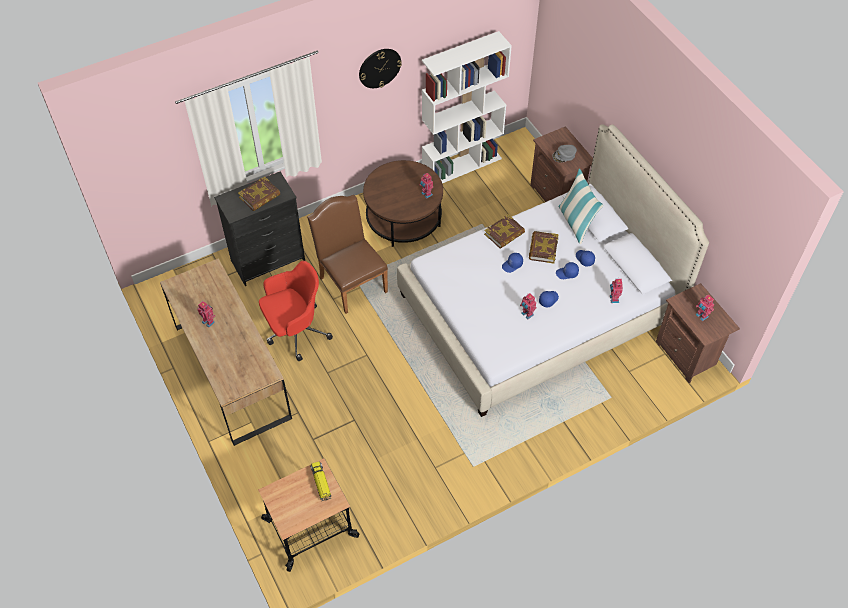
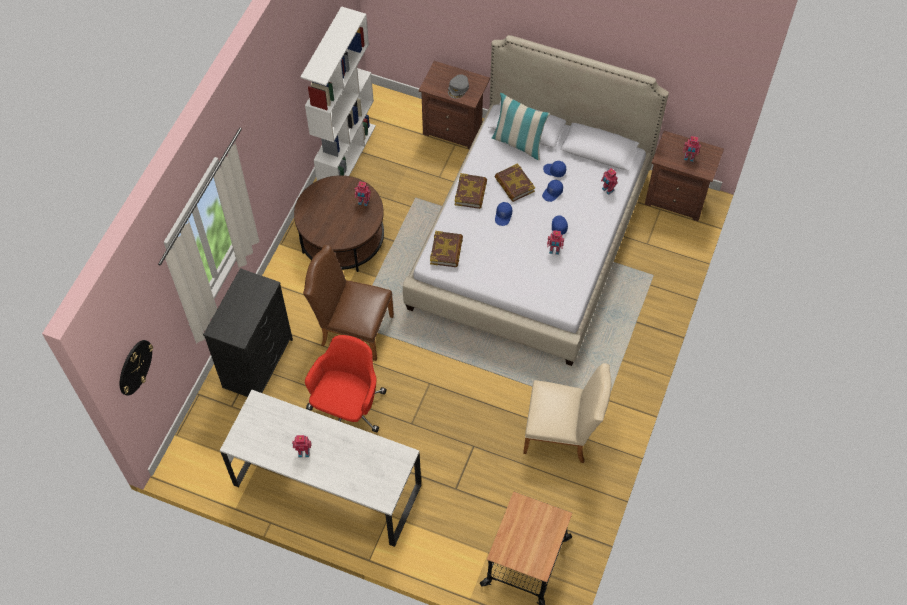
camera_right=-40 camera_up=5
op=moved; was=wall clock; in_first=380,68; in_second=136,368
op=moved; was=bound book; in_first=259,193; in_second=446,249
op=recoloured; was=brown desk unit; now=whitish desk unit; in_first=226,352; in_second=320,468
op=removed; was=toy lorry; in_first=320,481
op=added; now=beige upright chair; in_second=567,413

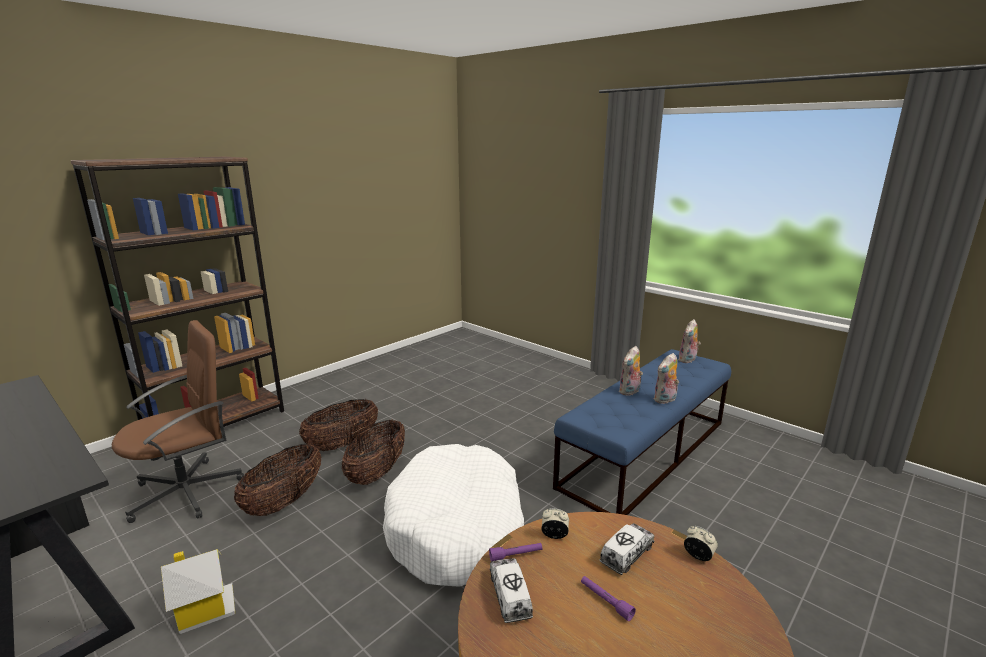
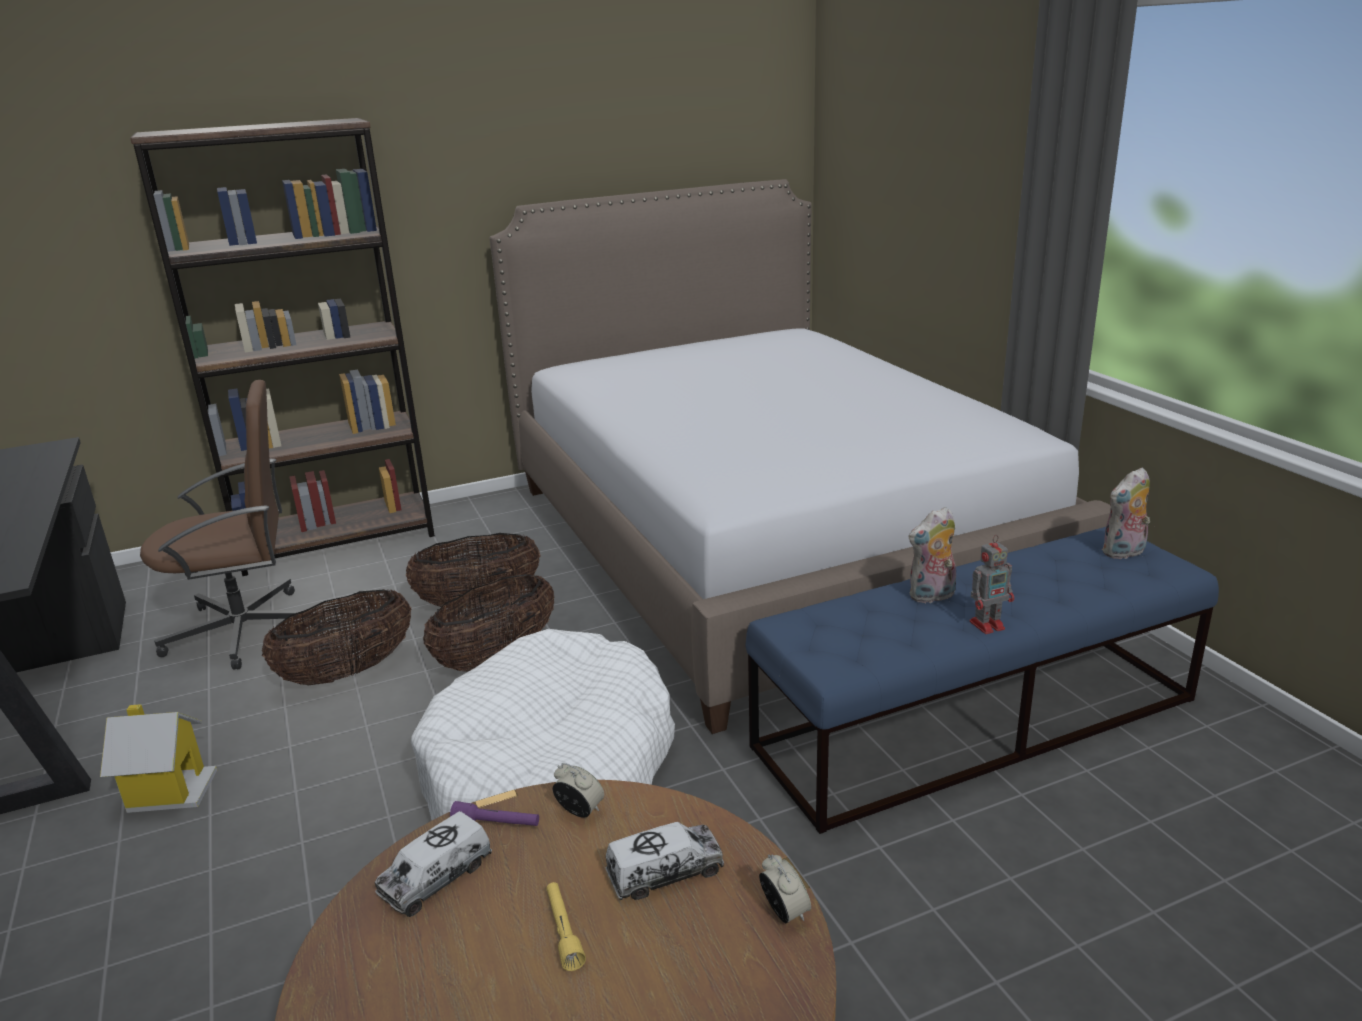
camera_right=25 camera_up=5
op=replaced; was=plush toy; now=model robot; in_first=666,378; in_second=991,584
op=turned; was=toy lorry; in_first=511,590; in_second=433,864; clockwise=-150
op=recoloured; was=purple-coloured hand torch; now=yellowish hand torch; in_first=608,598; in_second=566,926
op=added; now=sleeping bed; in_second=800,456

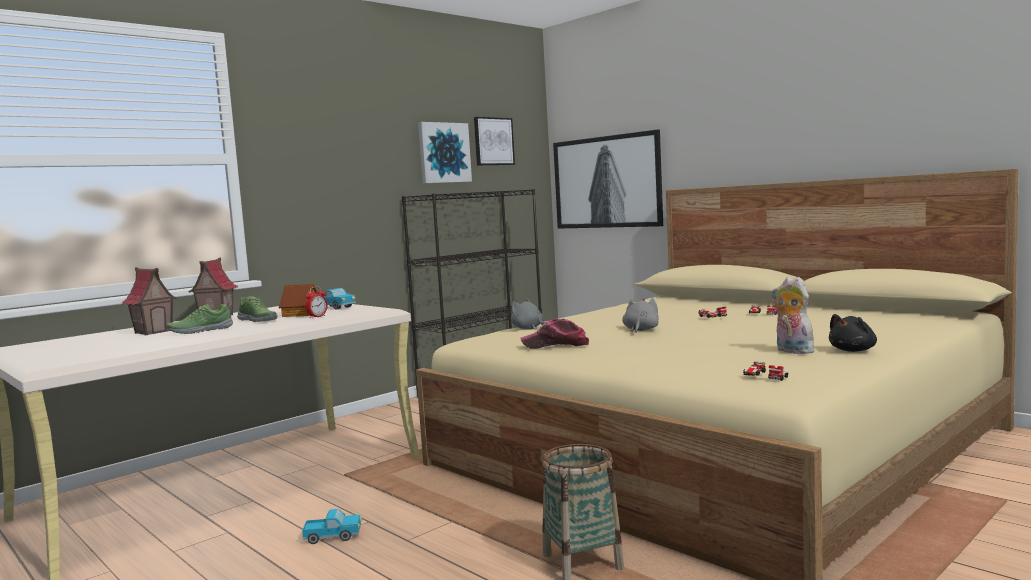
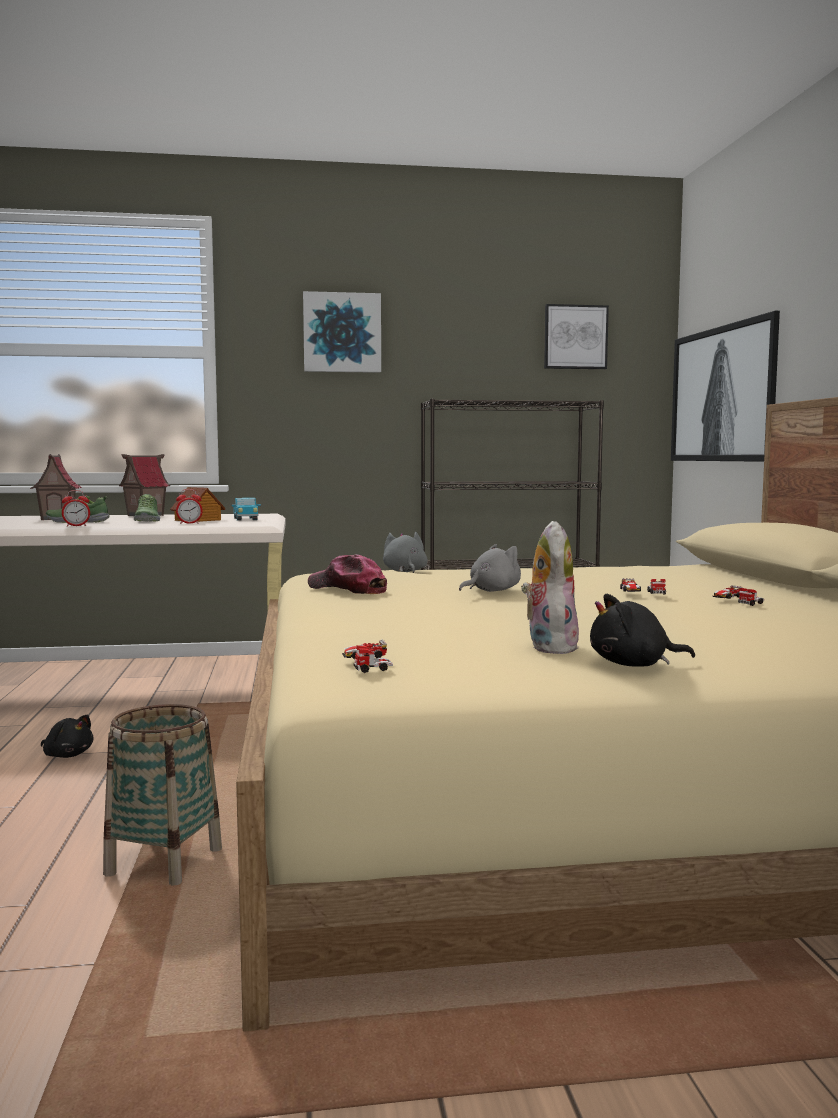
camera_right=35 camera_up=0
op=moved; was=wall art; in_first=445,152; in_second=342,332
op=replaced; was=toy lorry; now=blackish plush toy; in_first=332,526; in_second=67,736
op=added; now=alarm clock; in_second=76,508

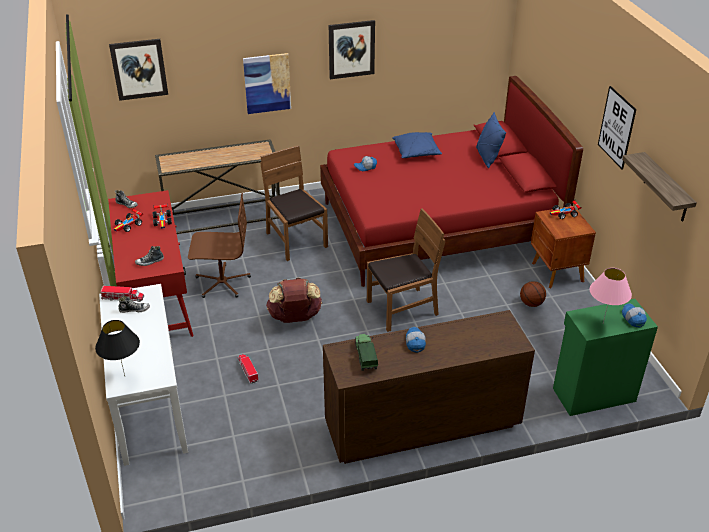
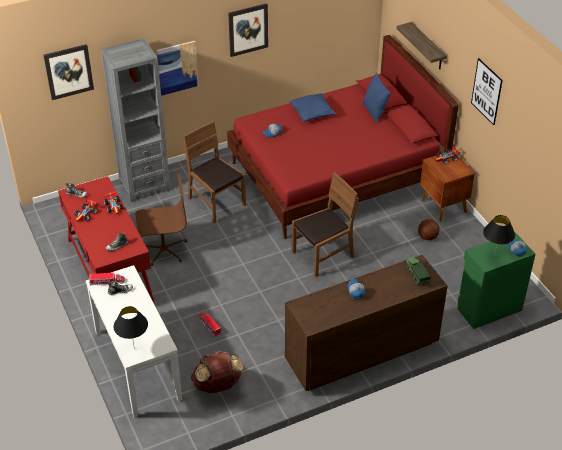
camera_right=-10 camera_up=5
op=replaced; was=console table; now=grey bookcase; in_first=217,186; in_second=135,120
op=moved; was=shelf; in_first=659,187; in_second=422,45
op=recoloured; was=pink-coloured lamp for a table; now=blackish lamp for a table; in_first=611,295; in_second=499,236
op=moved; was=brown knapsack; in_first=294,300; in_second=217,372
op=moved; was=toy lorry; in_first=366,352; in_second=418,271

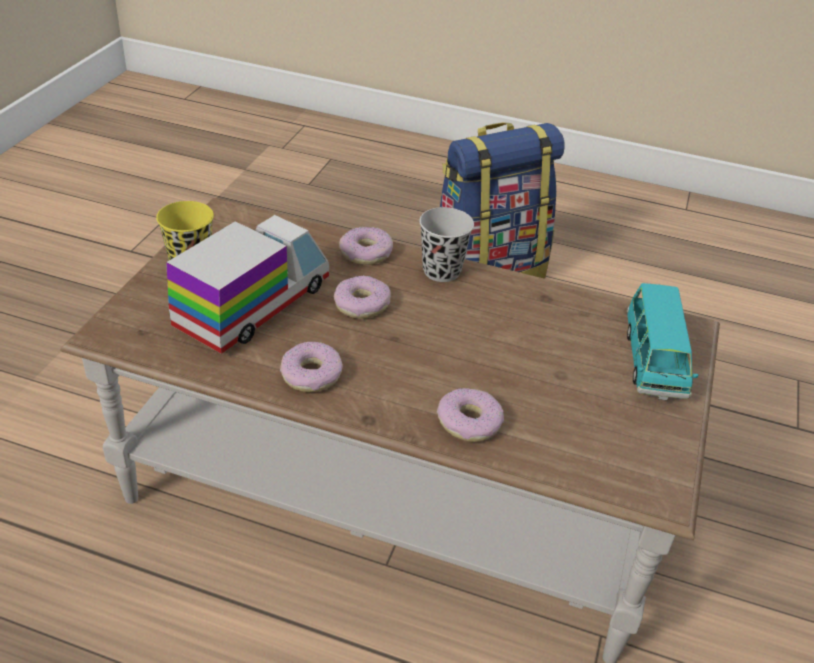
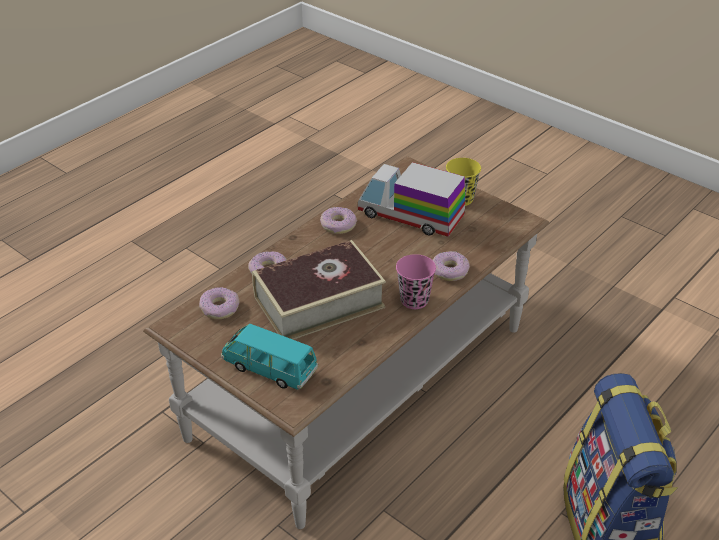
camera_right=115 camera_up=0
op=recoloured; was=blackish cup; now=pink-coloured cup; in_first=446,244; in_second=416,281
op=turned; was=toy lorry; in_first=247,284; in_second=411,199; clockwise=150
op=moved; was=ring doughnut; in_first=362,297; in_second=219,303
op=added; now=bound book; in_second=319,290

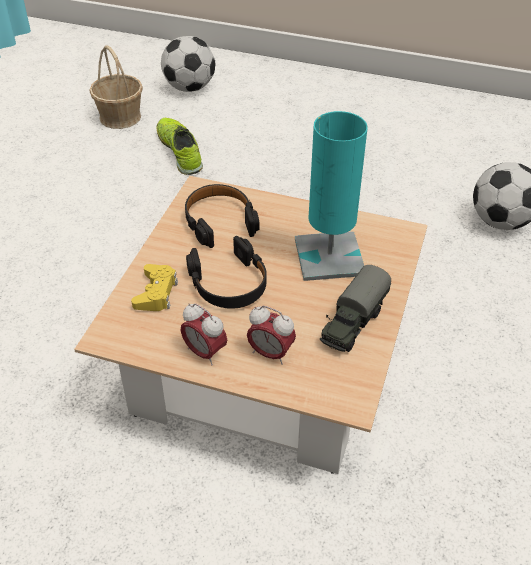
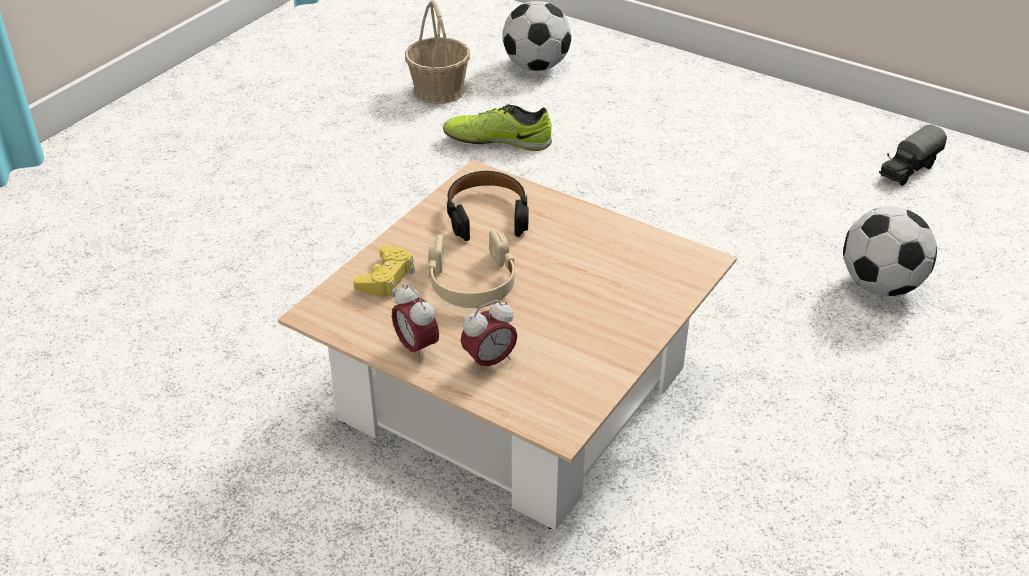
camera_right=15 camera_up=-5
op=removed; was=turquoise lamp for a table; in_first=331,196
op=turned; was=item of footwear; in_first=180,146; in_second=497,127; clockwise=-75
op=recoloured; was=blackish pair of headphones; now=beige pair of headphones; in_first=226,272; in_second=471,268
op=moved; was=toy lorry; in_first=355,308; in_second=913,155
op=turned; was=alarm clock; in_first=271,335; in_second=489,337; clockwise=-75

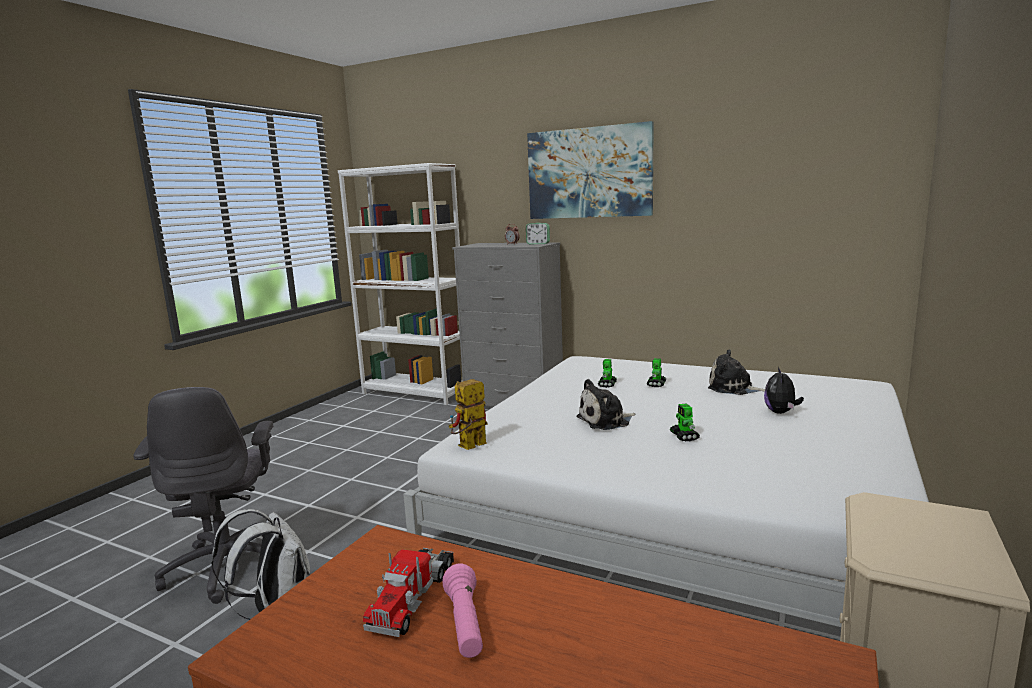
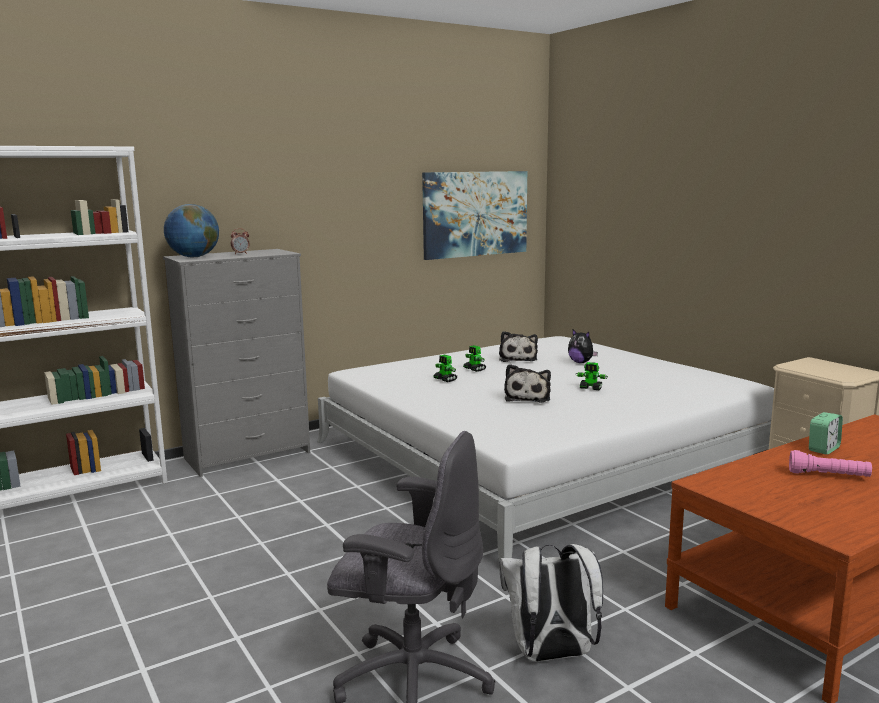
camera_right=-60 camera_up=0
op=moved; was=wall art; in_first=590,170; in_second=474,215
op=moved; was=alarm clock; in_first=538,233; in_second=826,433
op=turned; was=plush toy; in_first=736,372; in_second=518,346; clockwise=-60
op=removed; was=model robot; in_first=468,414
op=removed; was=toy lorry; in_first=408,592
op=added; now=world globe; in_second=191,230

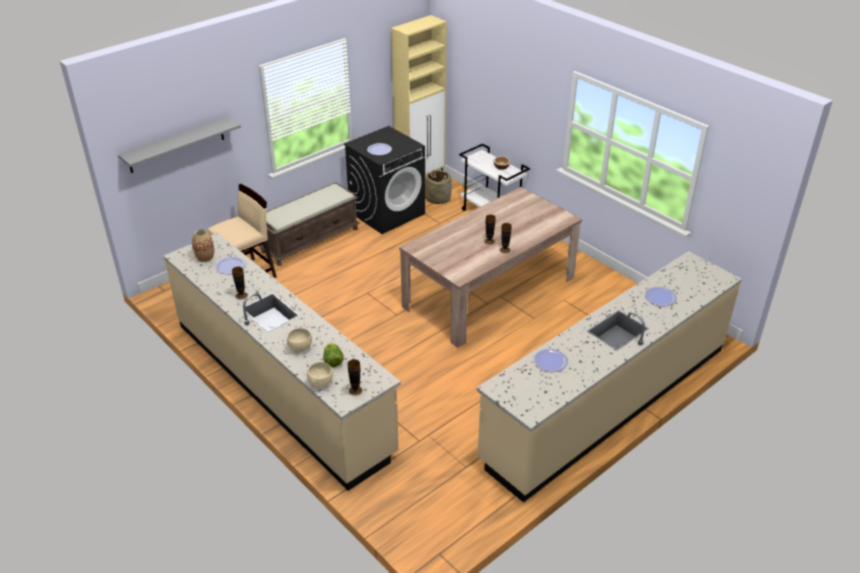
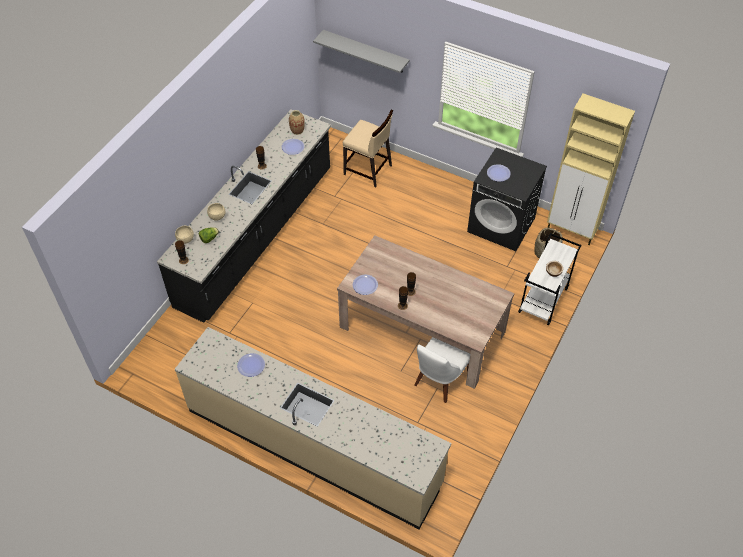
camera_right=70 camera_up=15
op=removed; was=brown bench; in_first=309,224
op=recoloured; was=beige kitchen counter; now=blackish kitchen counter; in_first=282,362; in_second=244,216
op=moved; was=flat dish; in_first=661,296; in_second=365,285
op=added; now=whitish upright chair; in_second=442,370

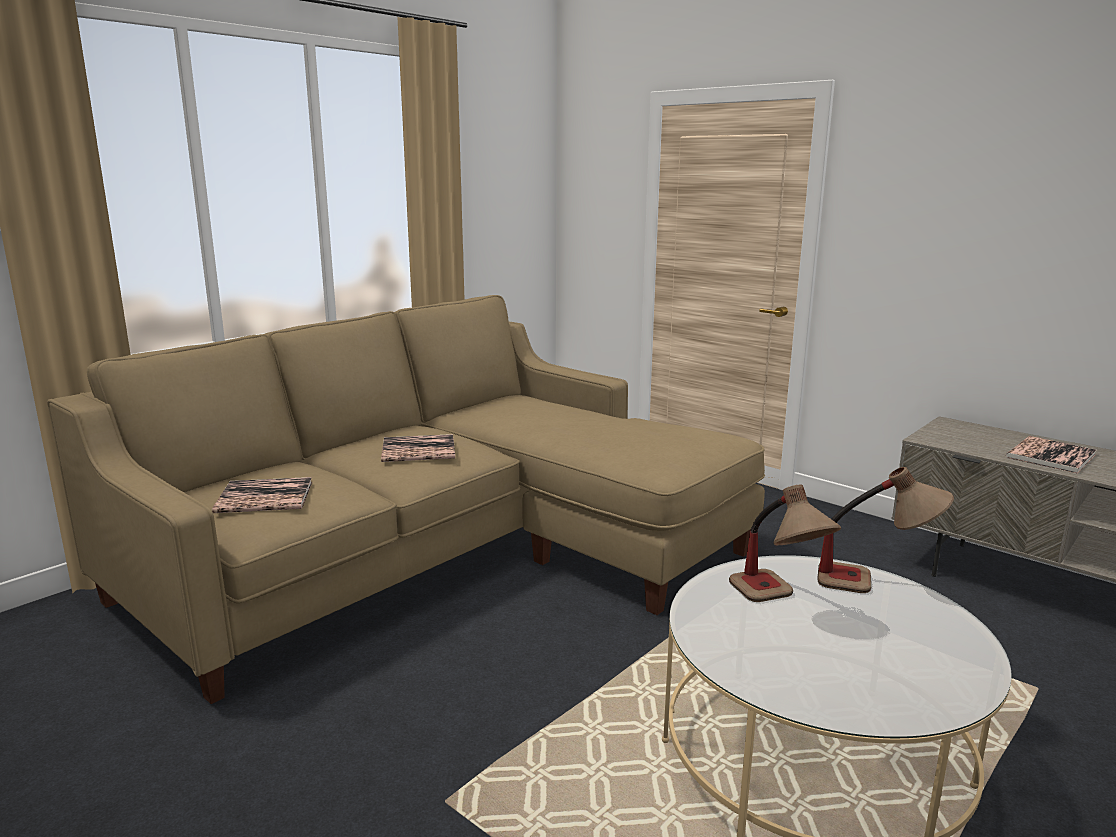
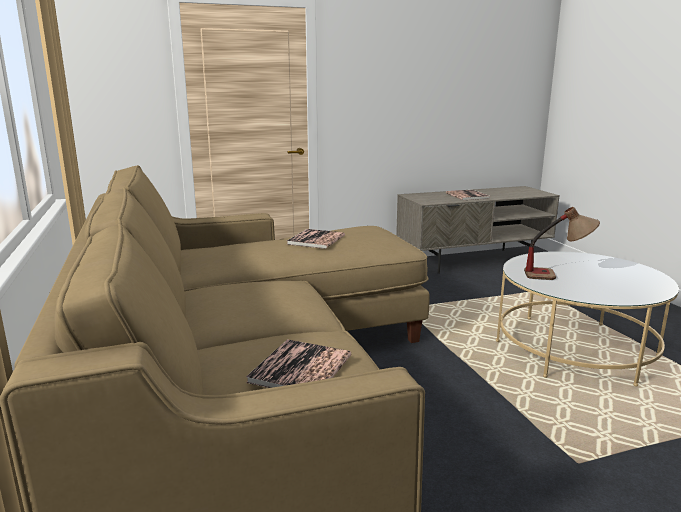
camera_right=-60 camera_up=0
op=moved; was=bound book; in_first=418,448; in_second=316,239
op=removed; was=lamp for a table; in_first=885,530

